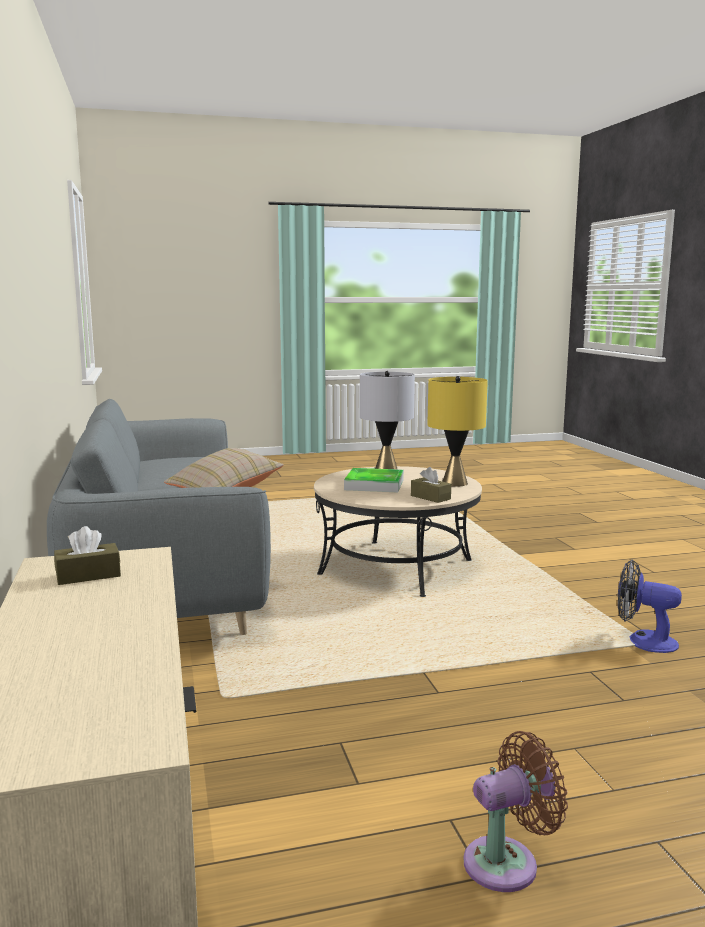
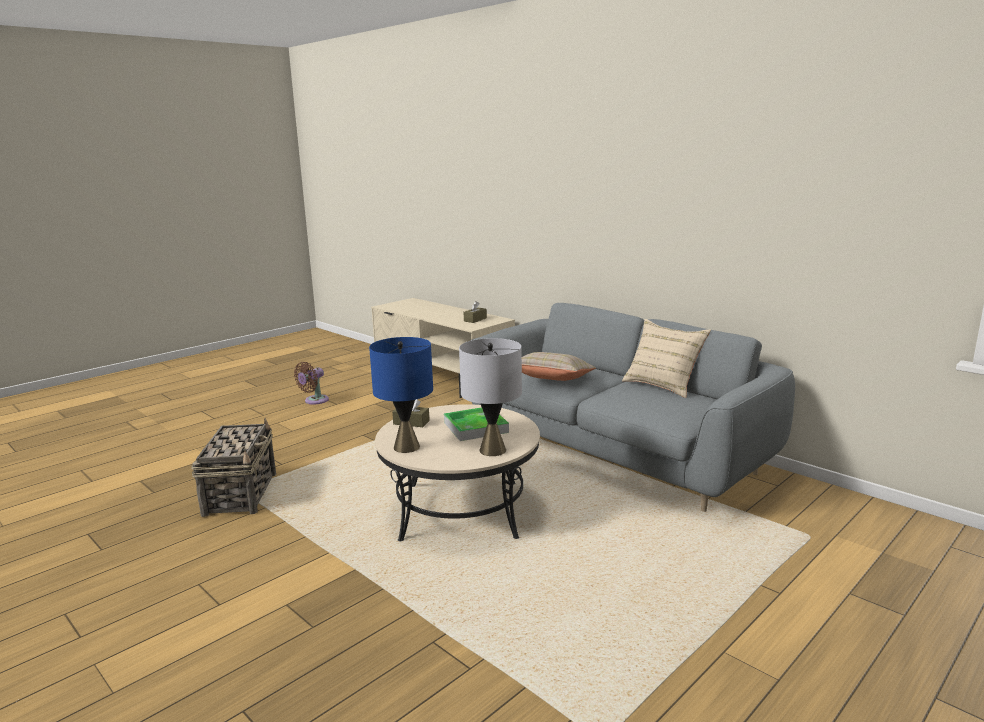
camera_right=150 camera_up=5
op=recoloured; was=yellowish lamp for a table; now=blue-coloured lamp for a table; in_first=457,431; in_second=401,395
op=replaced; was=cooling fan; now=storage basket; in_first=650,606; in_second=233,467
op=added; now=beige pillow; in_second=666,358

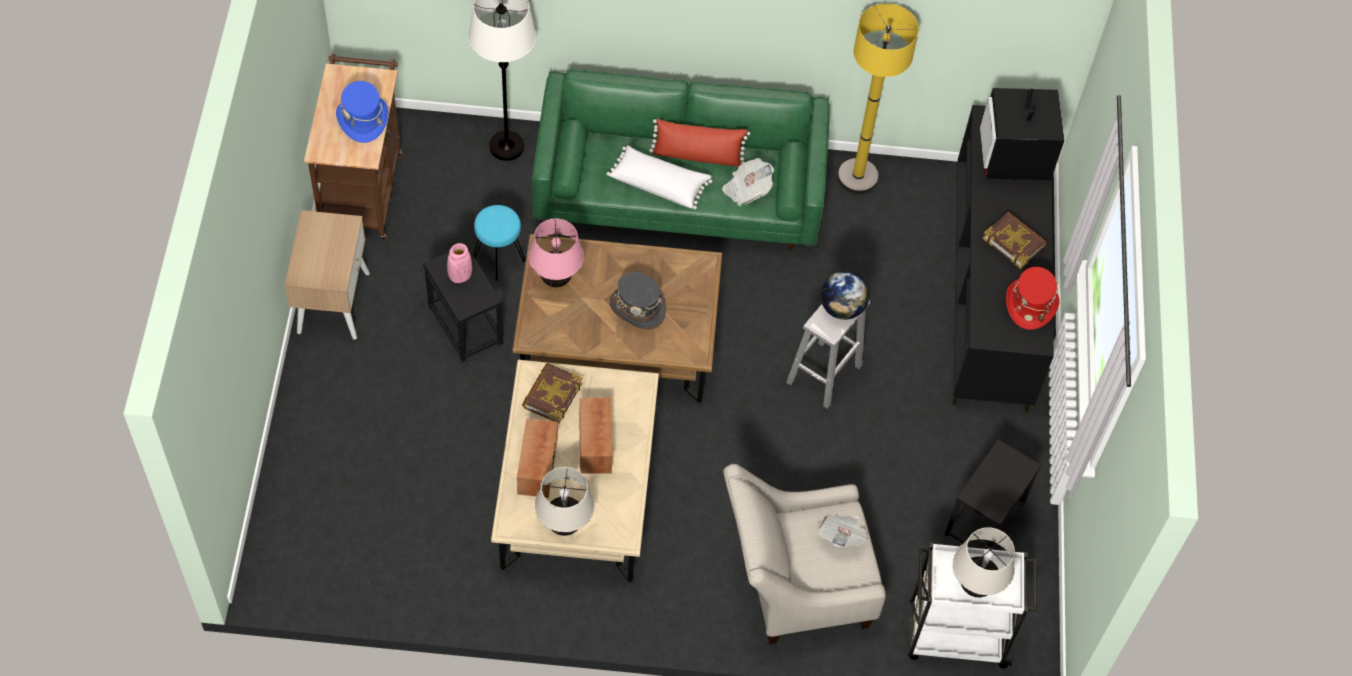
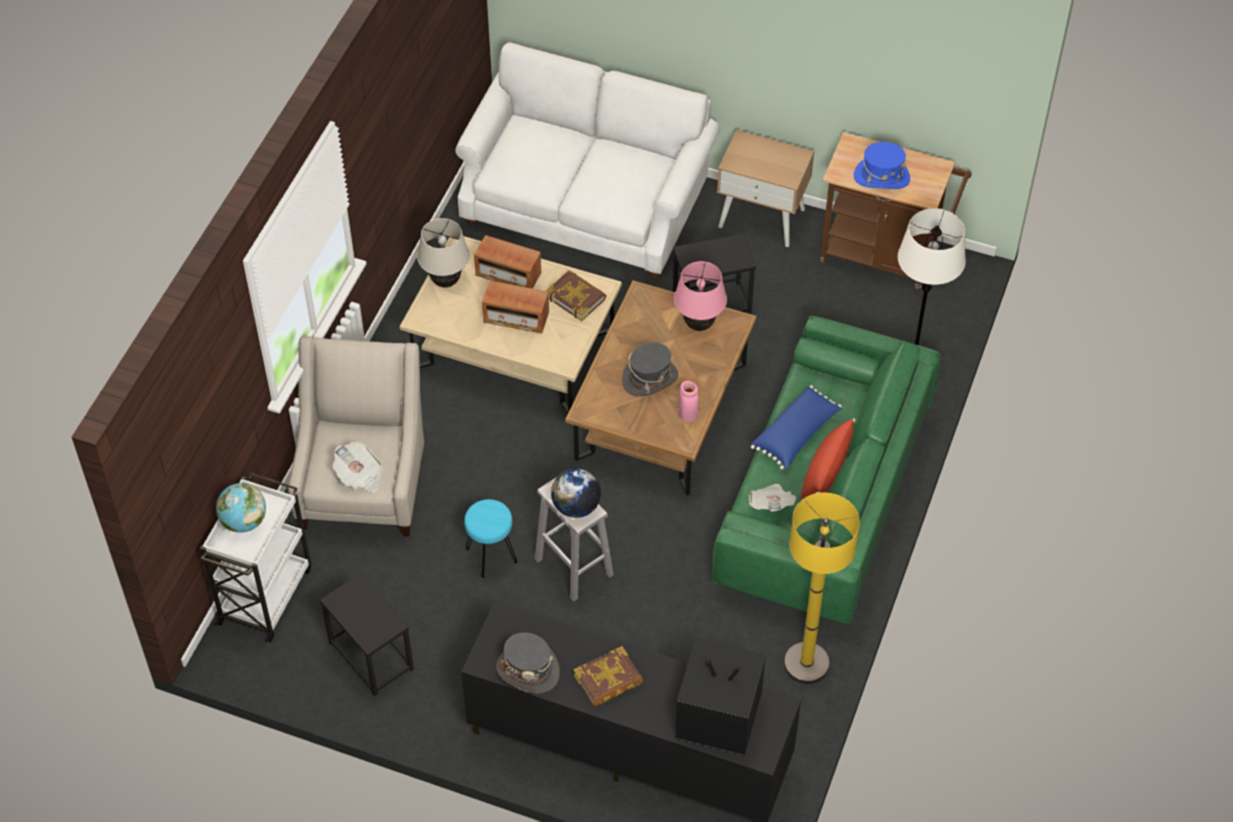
camera_right=110 camera_up=-5
op=recoloured; was=whitish pillow; now=blue-coloured pillow; in_first=659,177; in_second=796,427
op=moved; was=turquoise stool seat; in_first=499,243; in_second=491,538
op=moved; was=pink-coloured flower vase; in_first=459,263; in_second=688,401
op=recoloured; was=reddish hat; now=grey hat; in_first=1033,298; in_second=528,662
op=replaced; was=beige lamp for a table; now=world globe; in_first=984,562; in_second=241,508
op=added; now=whitish couch; in_second=587,160

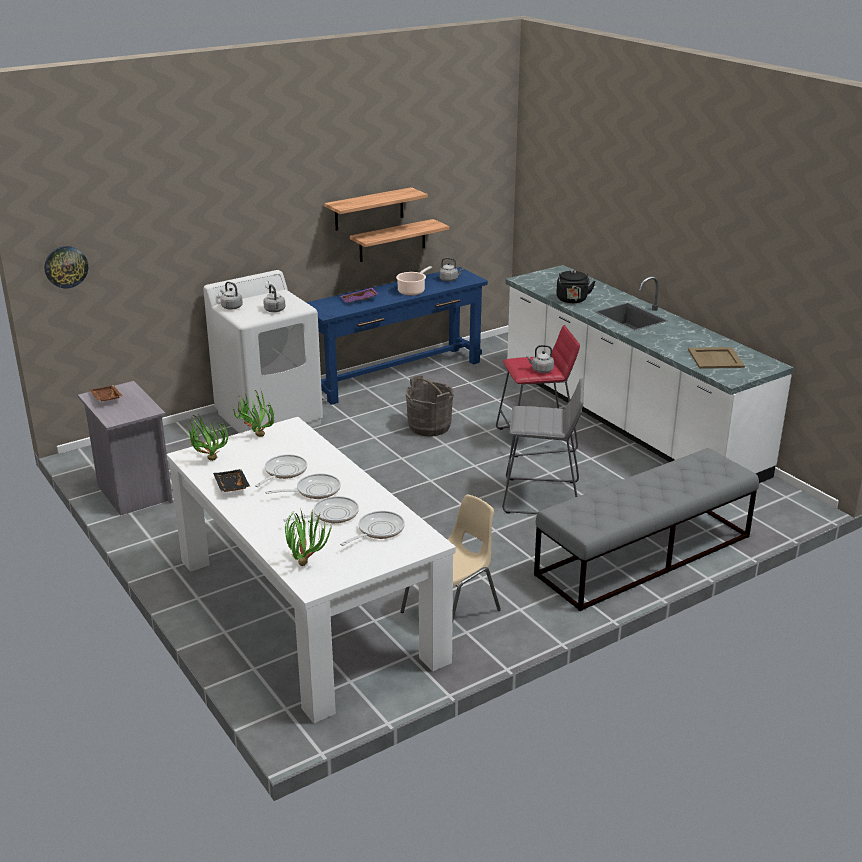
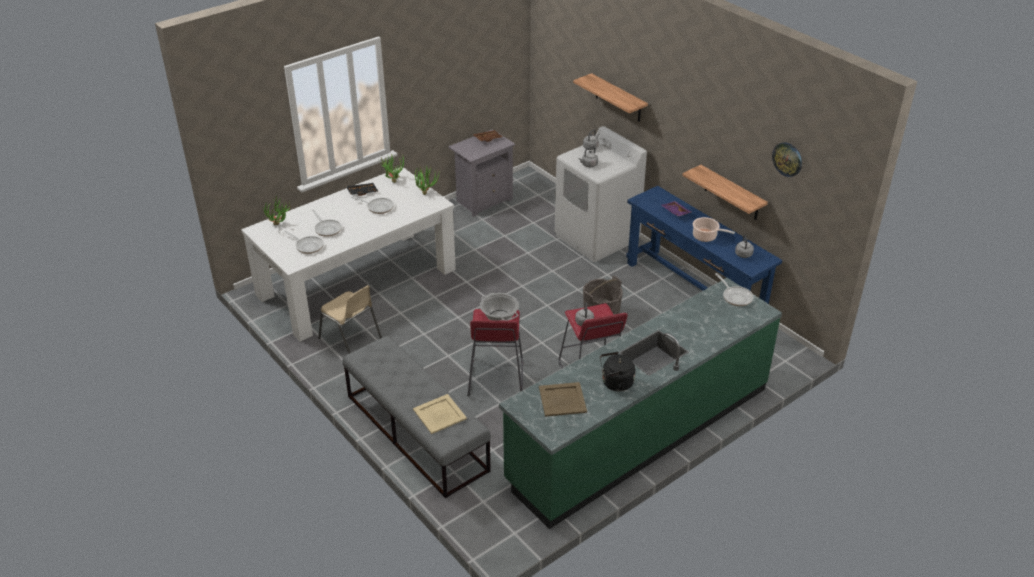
camera_right=85 camera_up=10
op=moved; was=shelf; in_first=376,209; in_second=610,97
op=moved; was=wall clock; in_first=66,267; in_second=787,160
op=recoloured; was=whitish kitchen counter; now=greenish kitchen counter; in_first=649,374; in_second=640,403
op=moved; was=blackish tea kettle; in_first=576,286; in_second=617,371
op=recoloured; was=grey stool seat; now=reddish stool seat; in_first=543,446; in_second=495,353
op=moved; was=skillet; in_first=303,486; in_second=734,289
op=added; now=saucepot; in_second=499,306
op=added; now=beige carrying tray; in_second=440,414

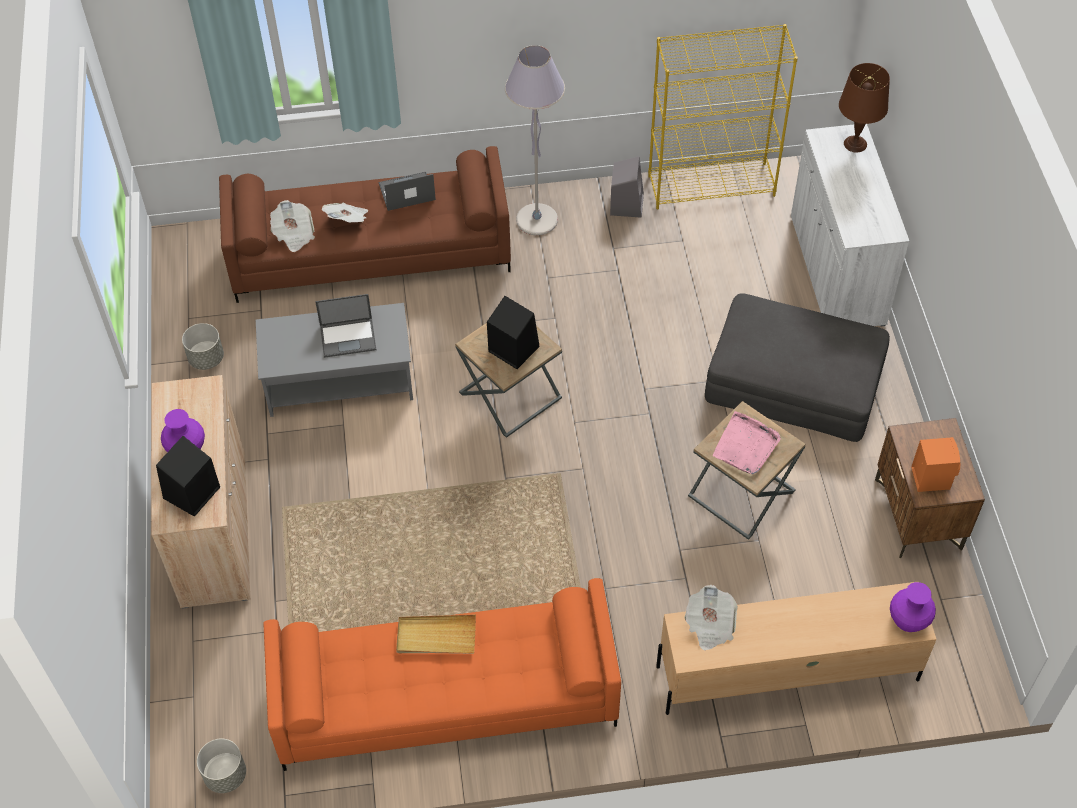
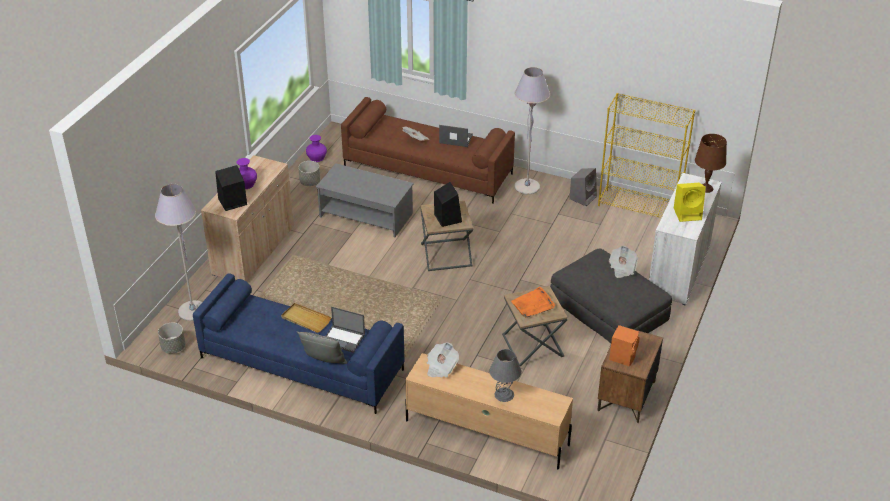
camera_right=30 camera_up=-15
op=moved; was=printed paper; in_first=292,226; in_second=623,262
op=moved; was=portable computer; in_first=346,326; in_second=345,330
op=recoloured; was=pink-coloured carrying tray; now=orange carrying tray; in_first=747,442; in_second=533,302
op=recoloured; was=orange couch; now=blue-coloured couch; in_first=442,674; in_second=299,343
op=moved; was=purple-coloured flower vase; in_first=913,607; in_second=316,148
op=added; now=yellowish audio speaker; in_second=690,202
op=added; now=grey floor lamp; in_second=178,252
op=added; now=grey pillow; in_second=322,347
op=added; now=grey lamp for a table; in_second=505,375

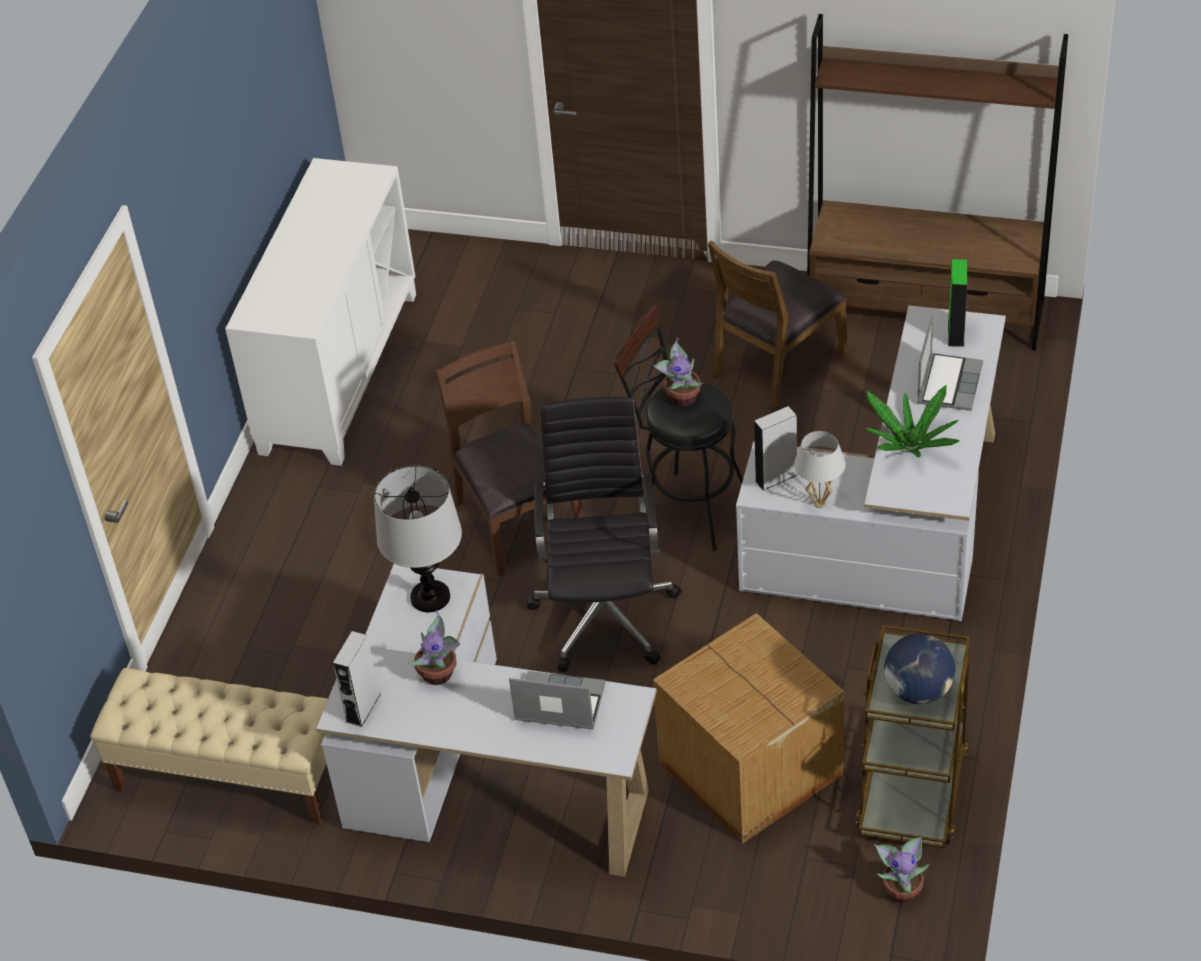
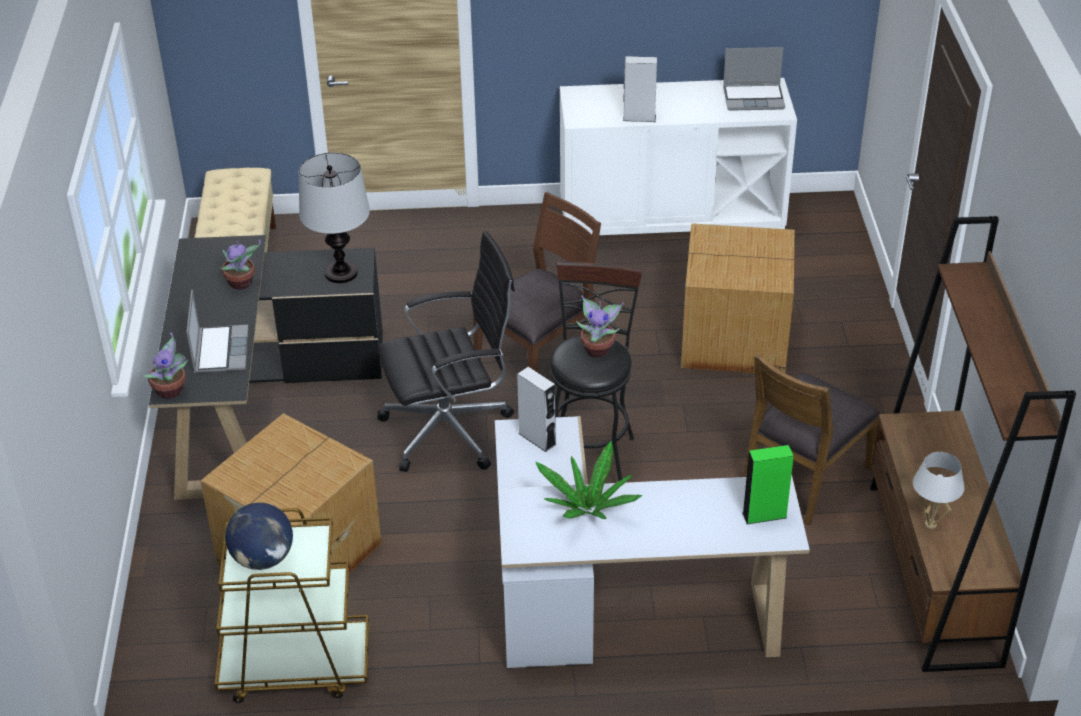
camera_right=70 camera_up=-5
op=turned; was=brown upright chair; in_first=777,325; in_second=812,439; clockwise=-75
op=moved; was=portable computer; in_first=950,362; in_second=754,79
op=moved; was=whitish lamp for a table; in_first=820,469; in_second=939,490
op=recoloured; was=whitish desk unit; now=blackish desk unit; in_first=486,720; in_second=266,367
op=moved; was=grey audio speaker; in_first=356,679; in_second=640,89
op=moved; was=plant in a pot; in_first=901,869; in_second=164,365
op=added; now=cardboard box; in_second=738,298

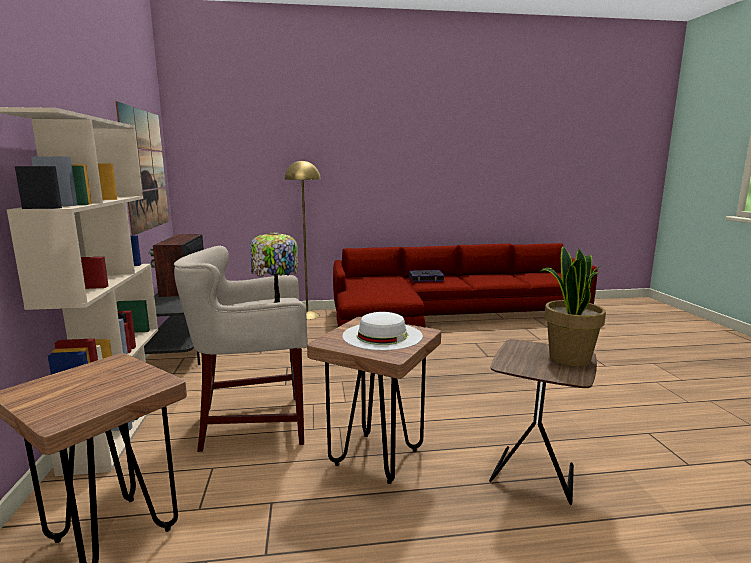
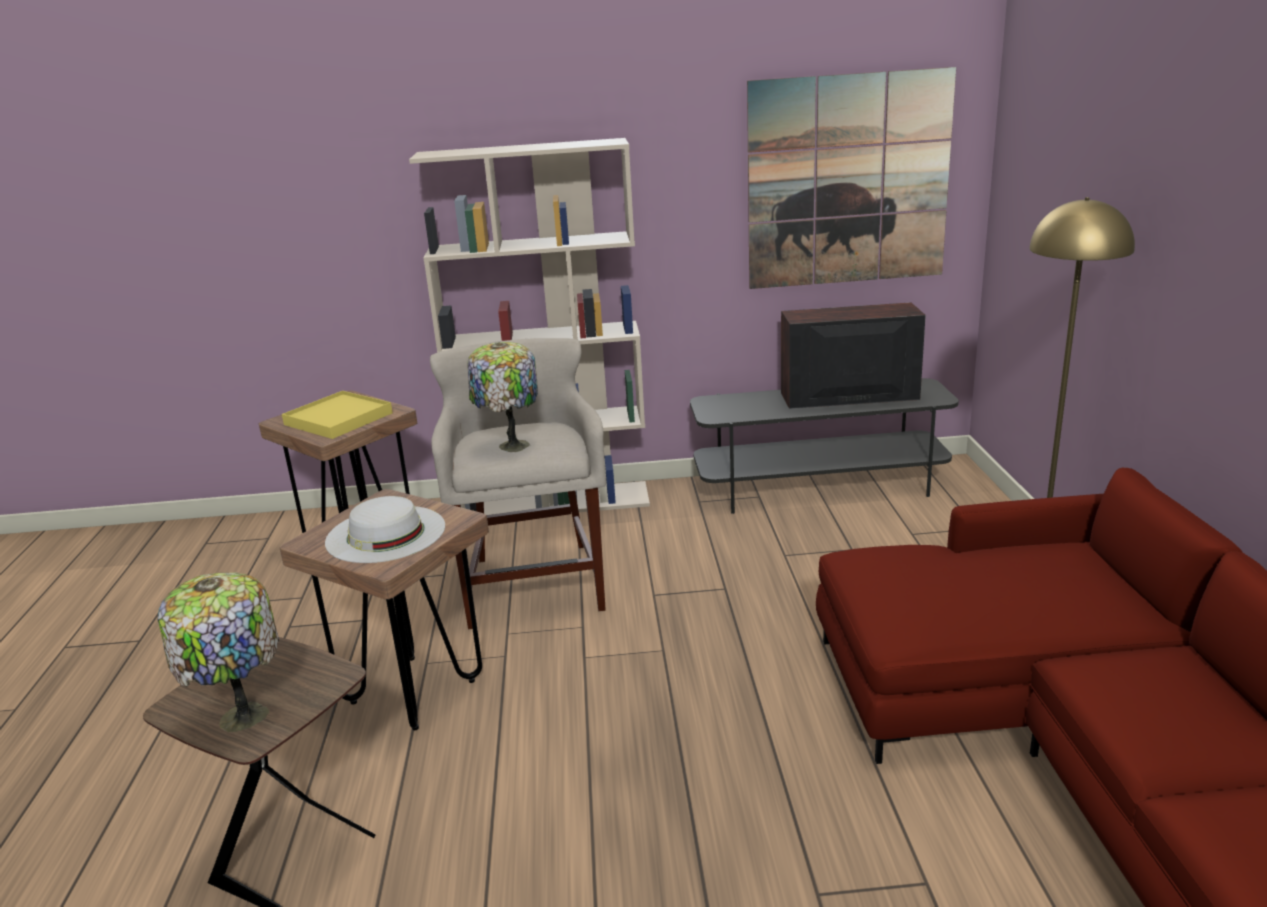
camera_right=95 camera_up=10
op=replaced; was=plant in a pot; now=lamp for a table; in_first=572,306; in_second=218,652
op=removed; was=bound book; in_first=427,276
op=added; now=yellowish carrying tray; in_second=337,415

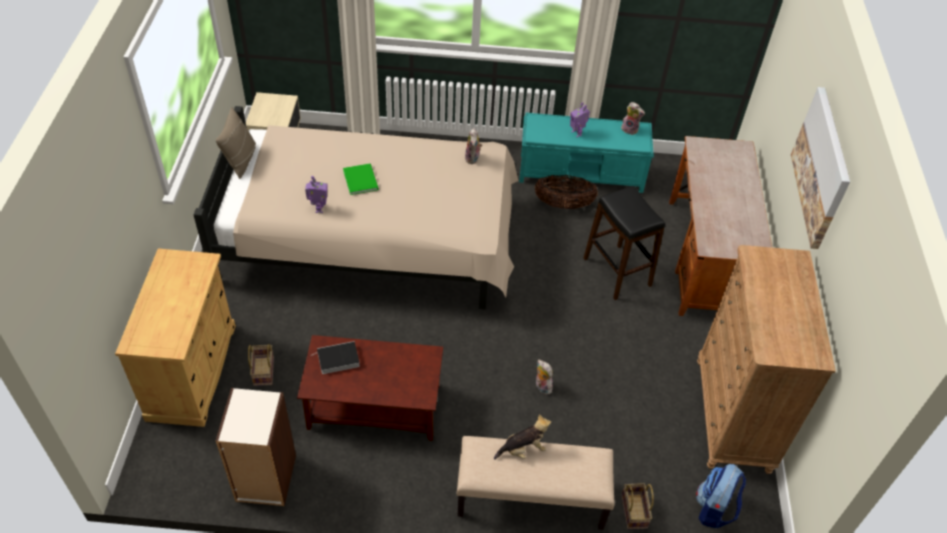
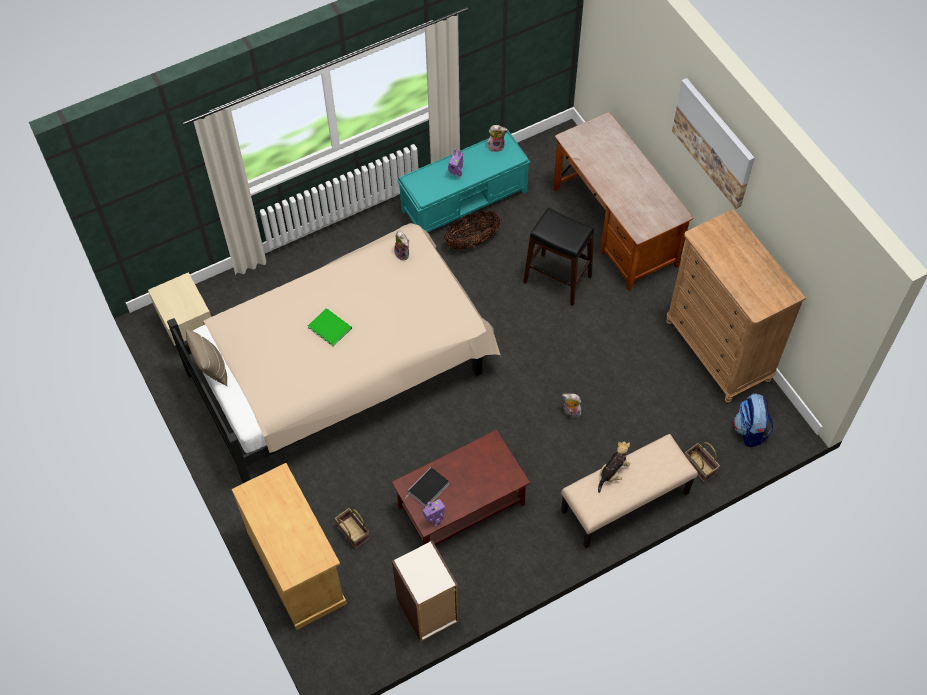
camera_right=-30 camera_up=10
op=moved; was=model robot; in_first=316,194; in_second=434,512

